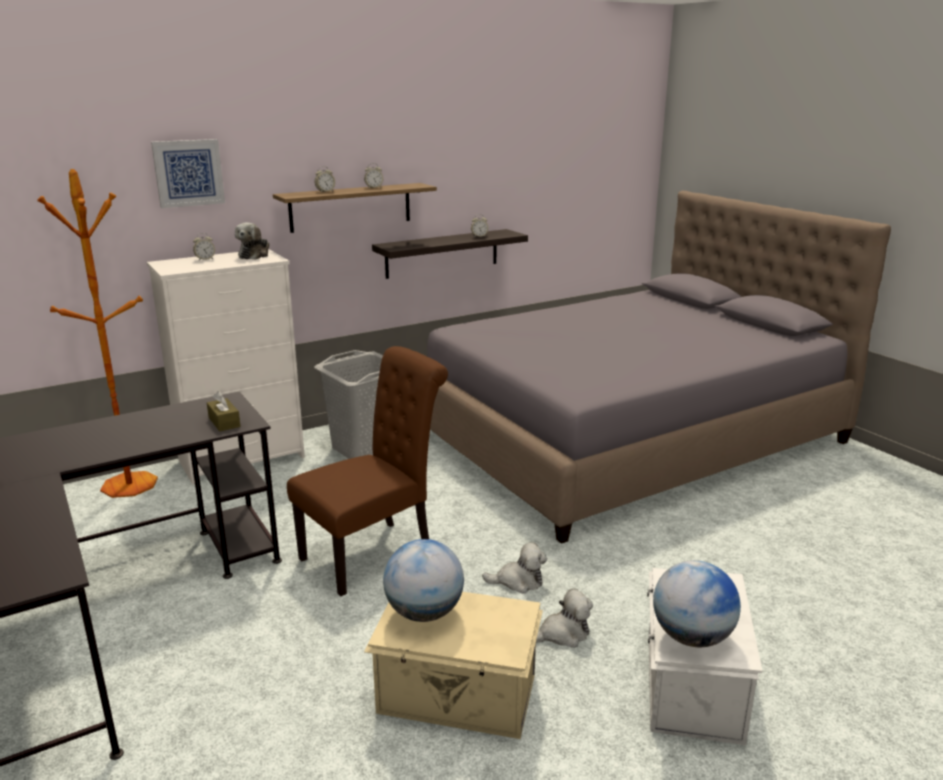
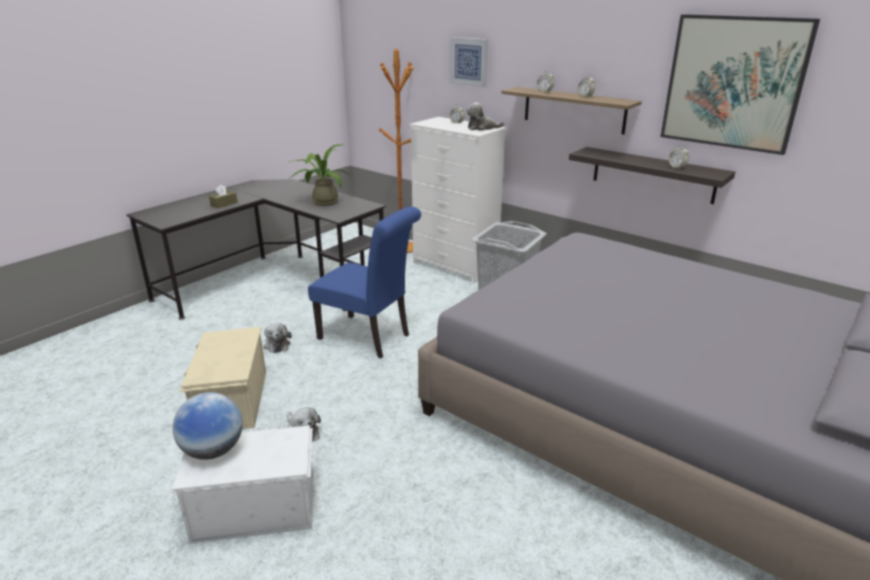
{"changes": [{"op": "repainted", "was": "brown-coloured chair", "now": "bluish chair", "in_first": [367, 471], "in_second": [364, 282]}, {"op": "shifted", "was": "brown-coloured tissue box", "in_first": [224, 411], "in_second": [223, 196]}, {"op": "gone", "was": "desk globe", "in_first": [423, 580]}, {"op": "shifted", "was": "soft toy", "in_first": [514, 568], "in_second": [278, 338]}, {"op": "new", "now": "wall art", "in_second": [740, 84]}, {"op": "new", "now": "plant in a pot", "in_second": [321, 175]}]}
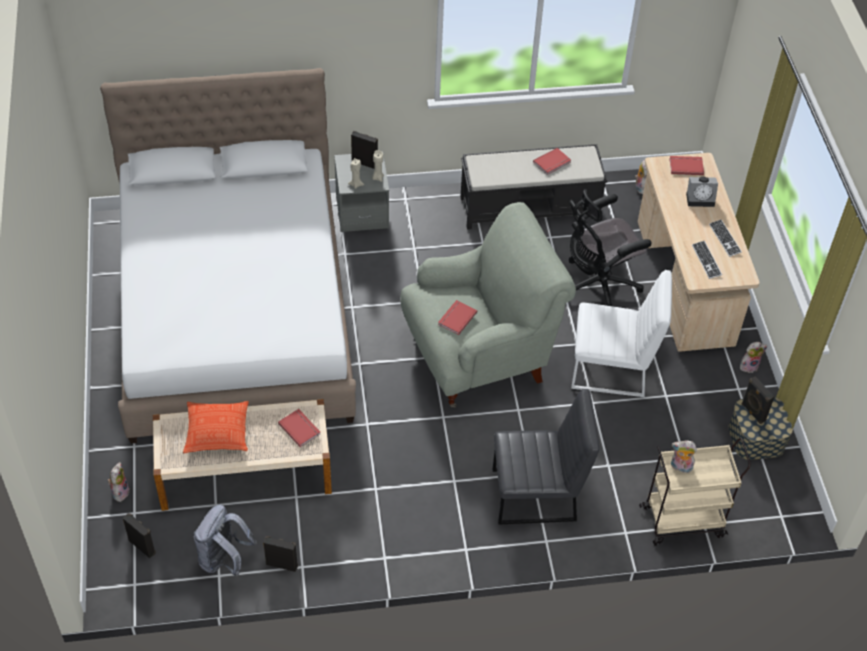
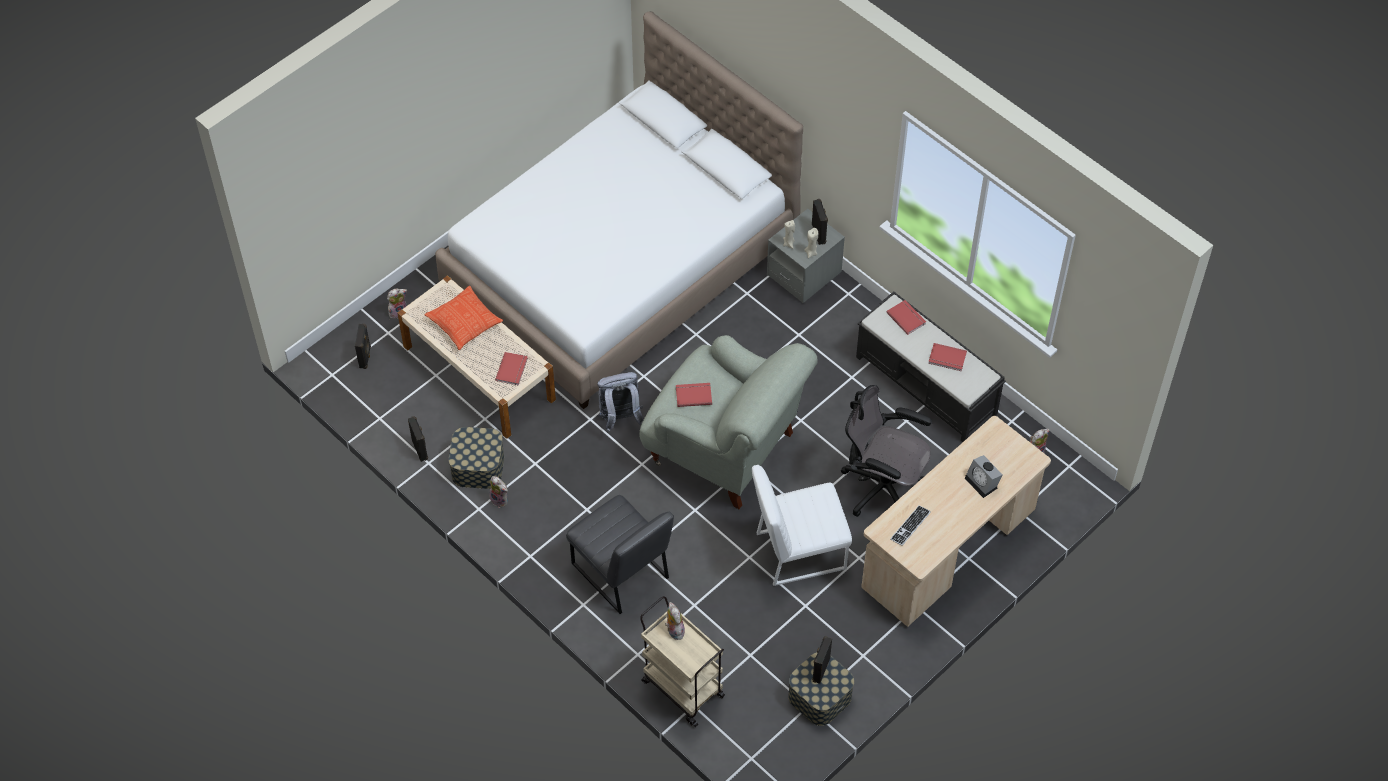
{"changes": [{"op": "shifted", "was": "red-coloured book", "in_first": [686, 165], "in_second": [906, 317]}, {"op": "gone", "was": "computer keyboard", "in_first": [725, 238]}, {"op": "rotated", "was": "white-coloured chair", "in_first": [621, 333], "in_second": [802, 525], "clockwise": 105}, {"op": "shifted", "was": "soft toy", "in_first": [754, 357], "in_second": [498, 492]}, {"op": "shifted", "was": "gray rucksack", "in_first": [225, 540], "in_second": [621, 402]}, {"op": "new", "now": "storage box", "in_second": [476, 458]}]}
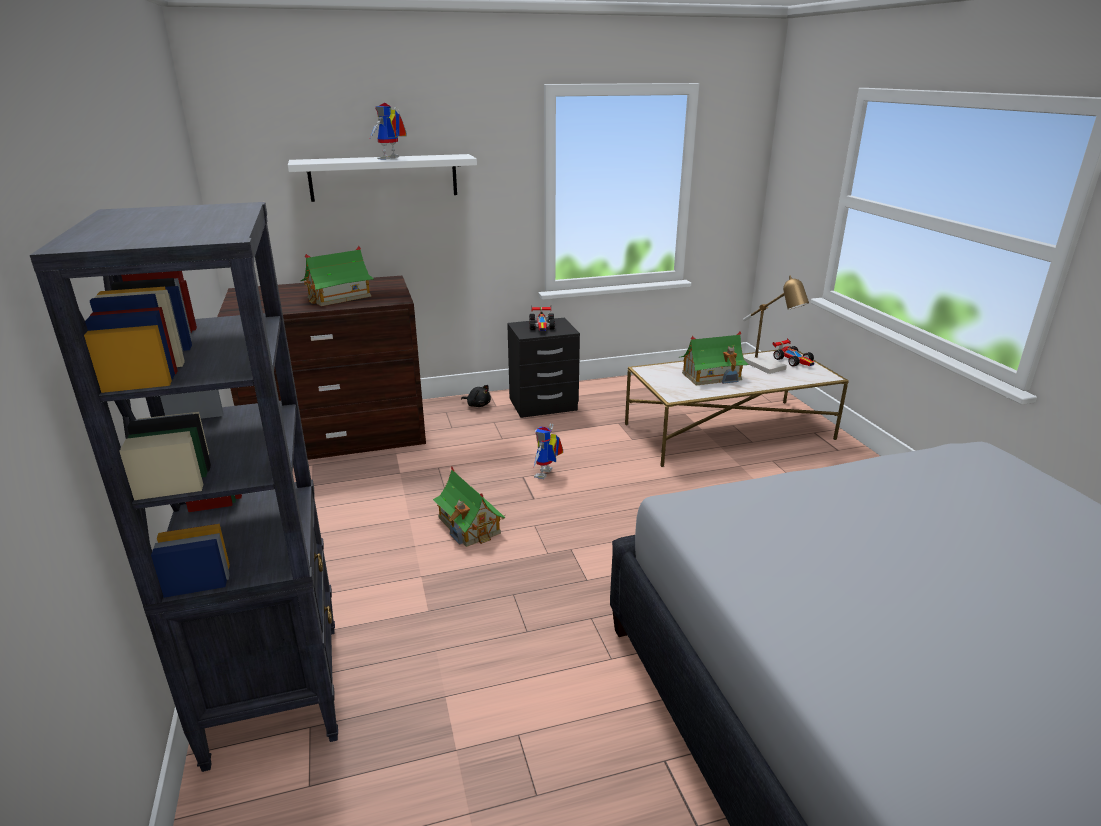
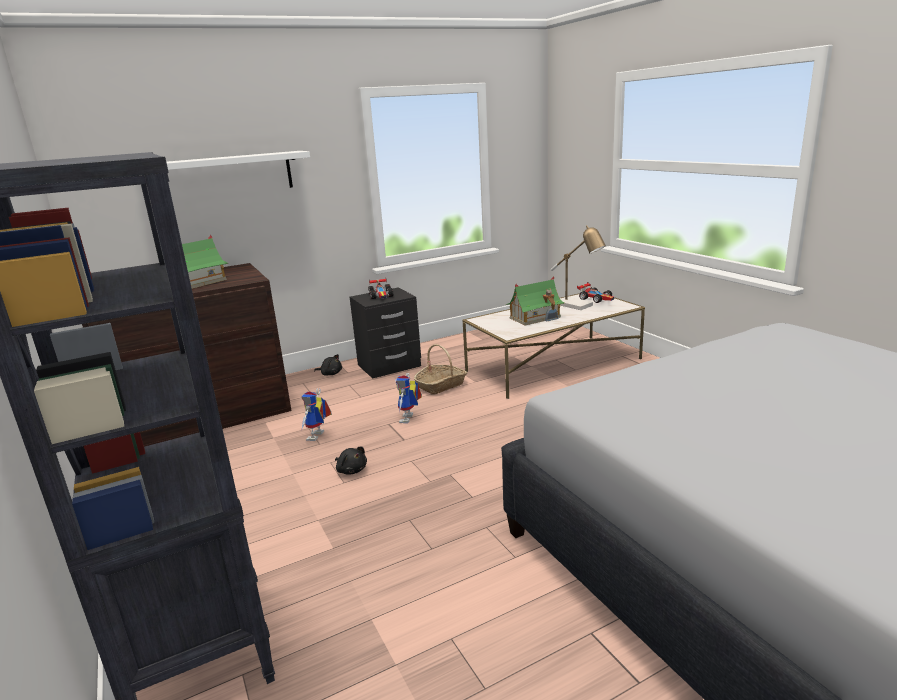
{"changes": [{"op": "shifted", "was": "toy robot", "in_first": [388, 131], "in_second": [316, 415]}, {"op": "swapped", "was": "model house", "now": "black-coloured soft toy", "in_first": [469, 507], "in_second": [351, 460]}, {"op": "new", "now": "basket", "in_second": [440, 369]}]}
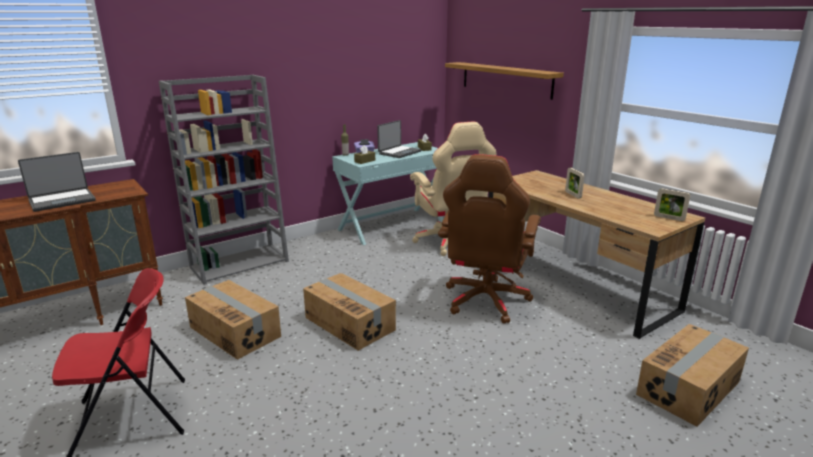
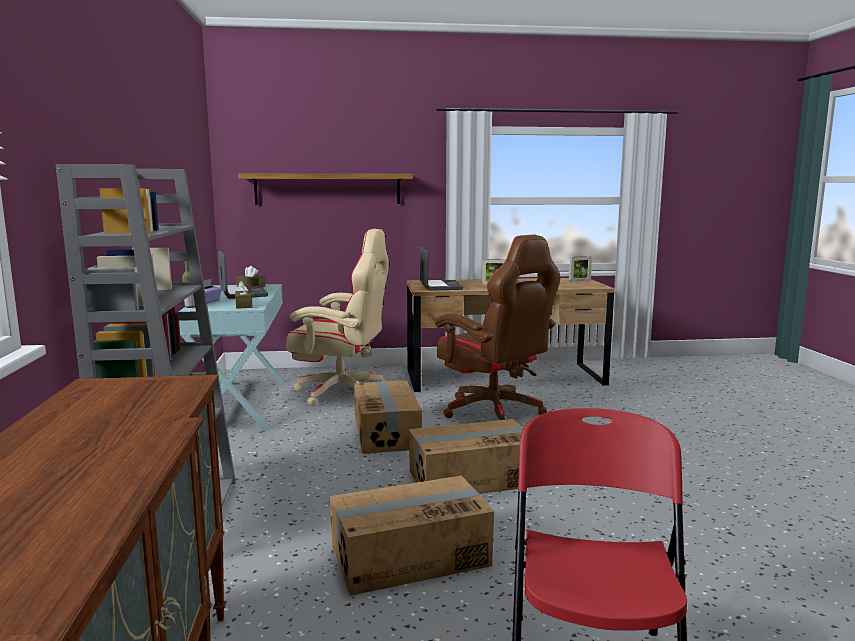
{"changes": [{"op": "shifted", "was": "notebook computer", "in_first": [57, 182], "in_second": [441, 269]}, {"op": "shifted", "was": "packing box", "in_first": [692, 375], "in_second": [388, 417]}]}
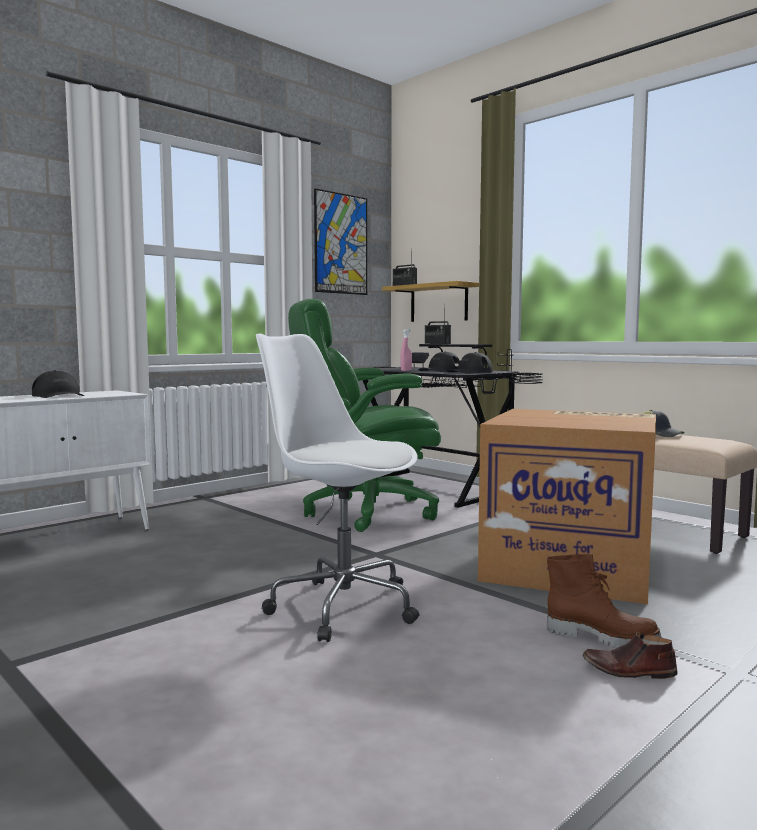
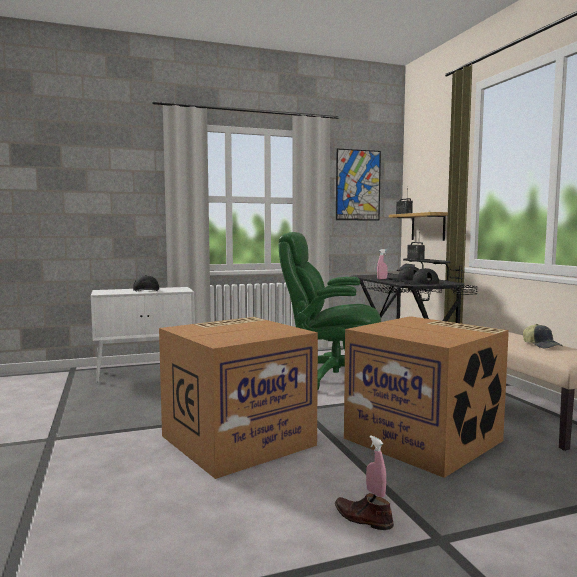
{"changes": [{"op": "swapped", "was": "white-coloured desk chair", "now": "packing box", "in_first": [337, 488], "in_second": [238, 398]}, {"op": "swapped", "was": "brown-coloured boot", "now": "pink-coloured sprayer", "in_first": [604, 600], "in_second": [376, 466]}]}
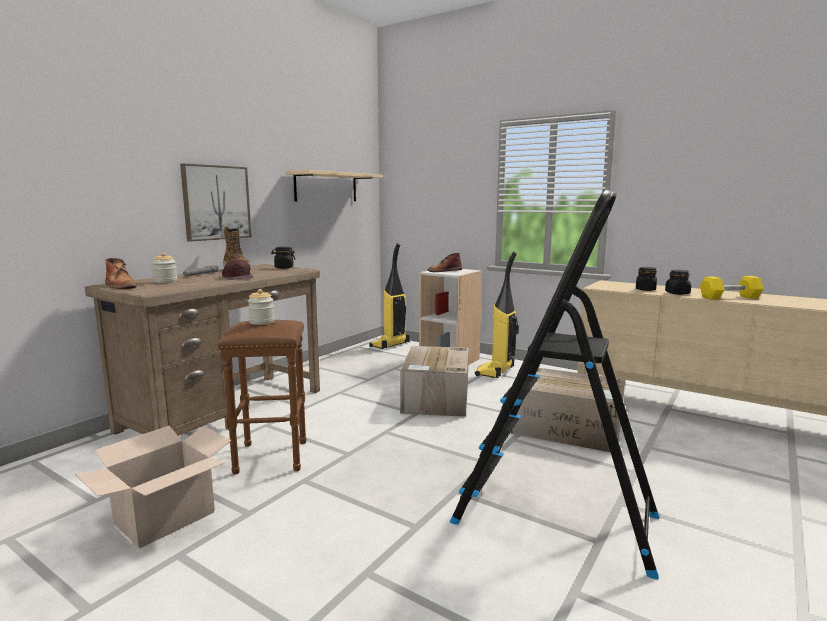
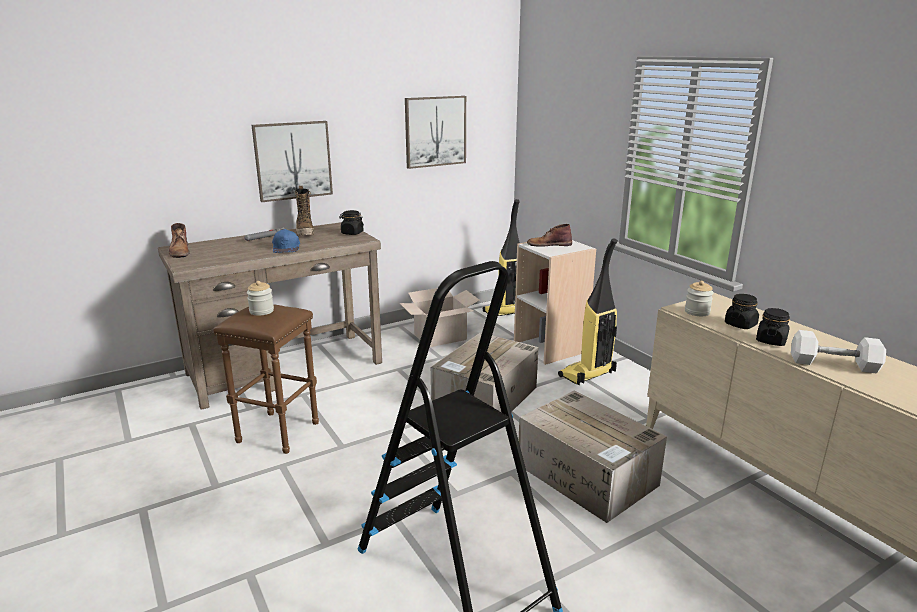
{"changes": [{"op": "swapped", "was": "beige-coloured bracket shelf", "now": "wall art", "in_first": [334, 186], "in_second": [435, 132]}, {"op": "shifted", "was": "jar", "in_first": [165, 267], "in_second": [699, 298]}, {"op": "repainted", "was": "brown-coloured baseball cap", "now": "bluish baseball cap", "in_first": [237, 269], "in_second": [286, 241]}, {"op": "repainted", "was": "yellow-coloured hand weight", "now": "white-coloured hand weight", "in_first": [732, 288], "in_second": [838, 352]}, {"op": "shifted", "was": "packing box", "in_first": [153, 487], "in_second": [440, 317]}]}
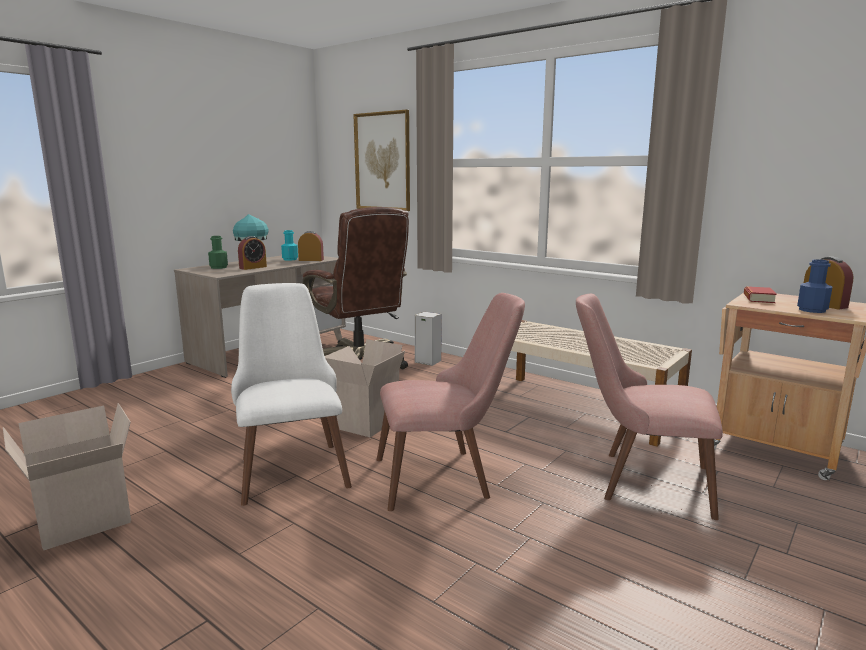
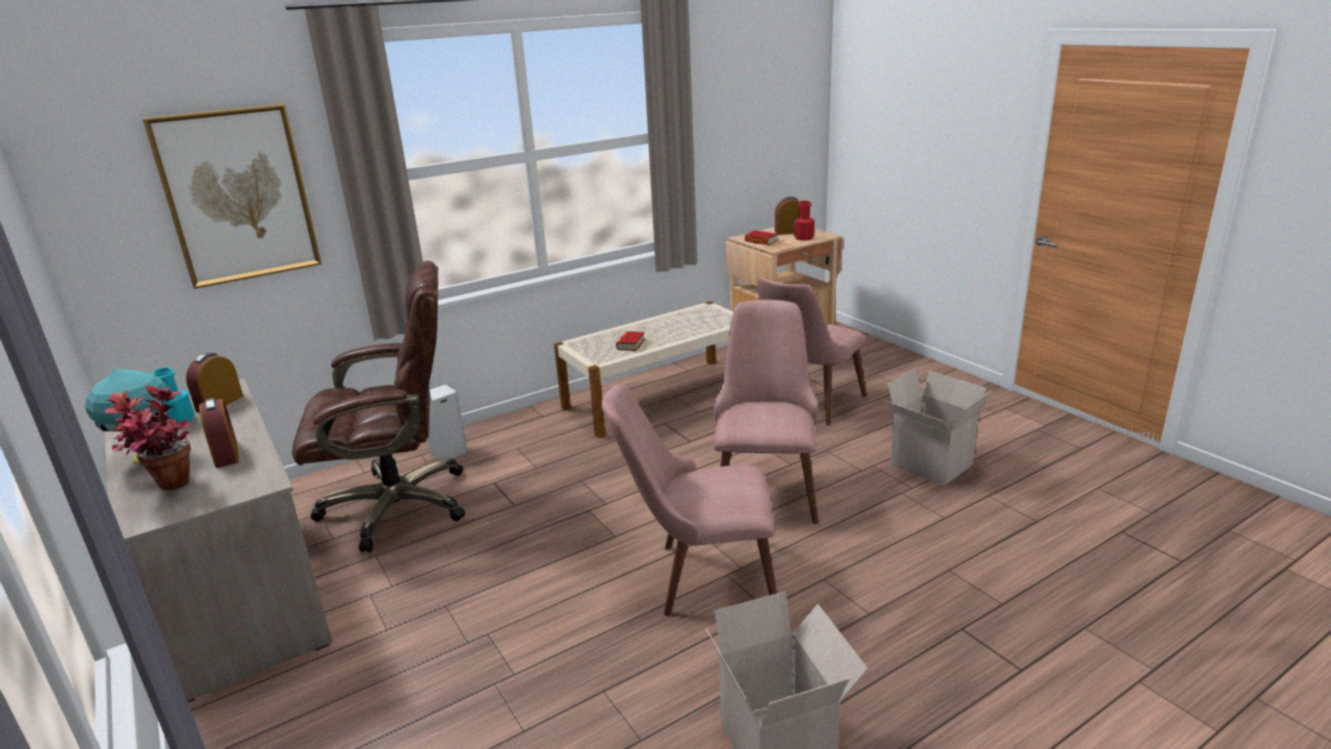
{"changes": [{"op": "swapped", "was": "greenish beverage bottle", "now": "plant in a pot", "in_first": [218, 252], "in_second": [147, 437]}, {"op": "repainted", "was": "bluish beverage bottle", "now": "red-coloured beverage bottle", "in_first": [814, 286], "in_second": [804, 221]}, {"op": "repainted", "was": "white-coloured chair", "now": "pink-coloured chair", "in_first": [291, 394], "in_second": [689, 500]}, {"op": "shifted", "was": "packing box", "in_first": [365, 388], "in_second": [938, 427]}, {"op": "new", "now": "book", "in_second": [630, 341]}]}
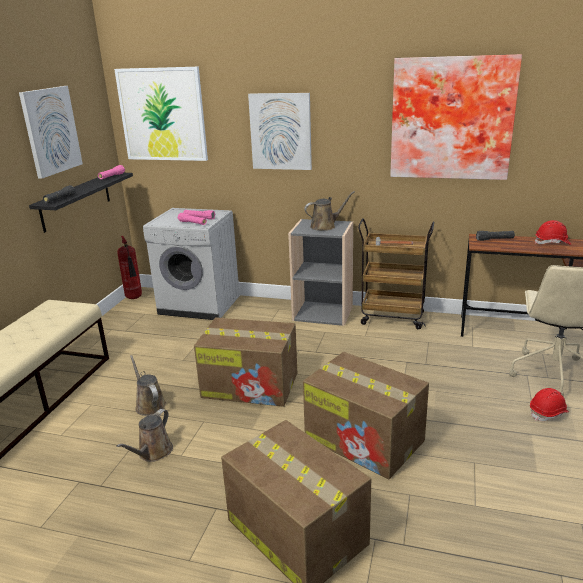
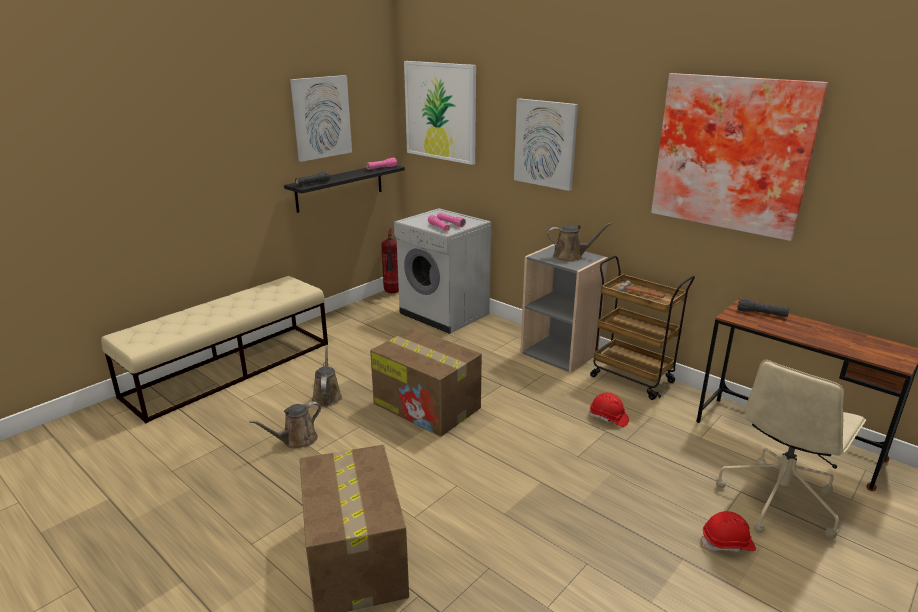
{"changes": [{"op": "shifted", "was": "red-coloured hard hat", "in_first": [553, 232], "in_second": [609, 409]}, {"op": "gone", "was": "packing box", "in_first": [366, 415]}]}
